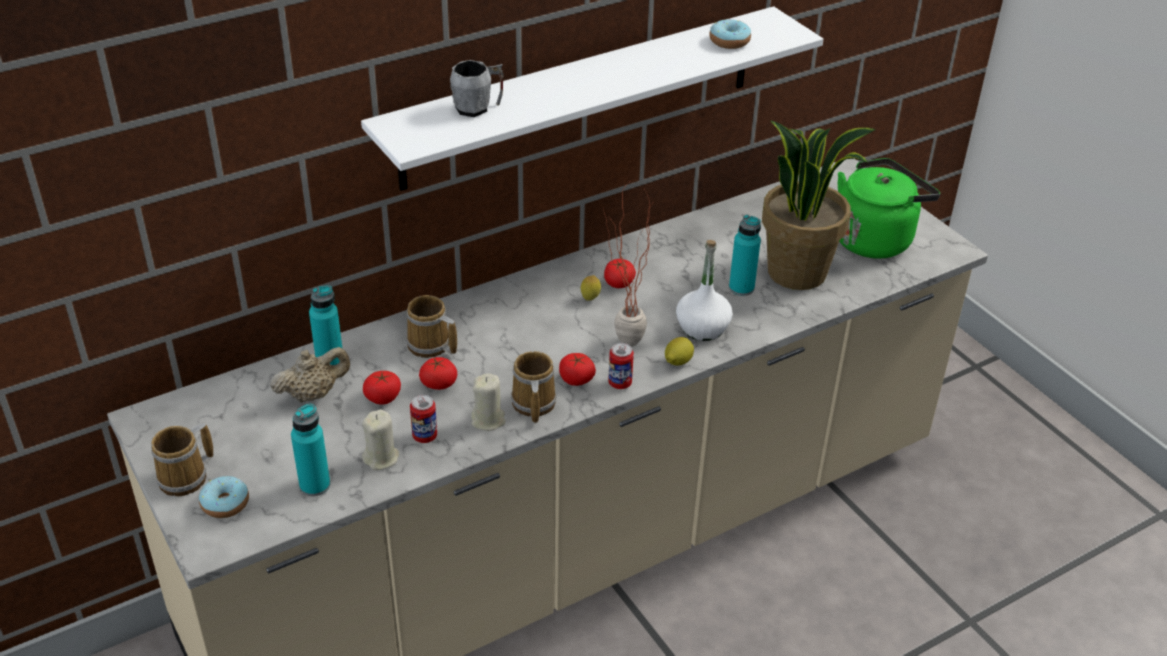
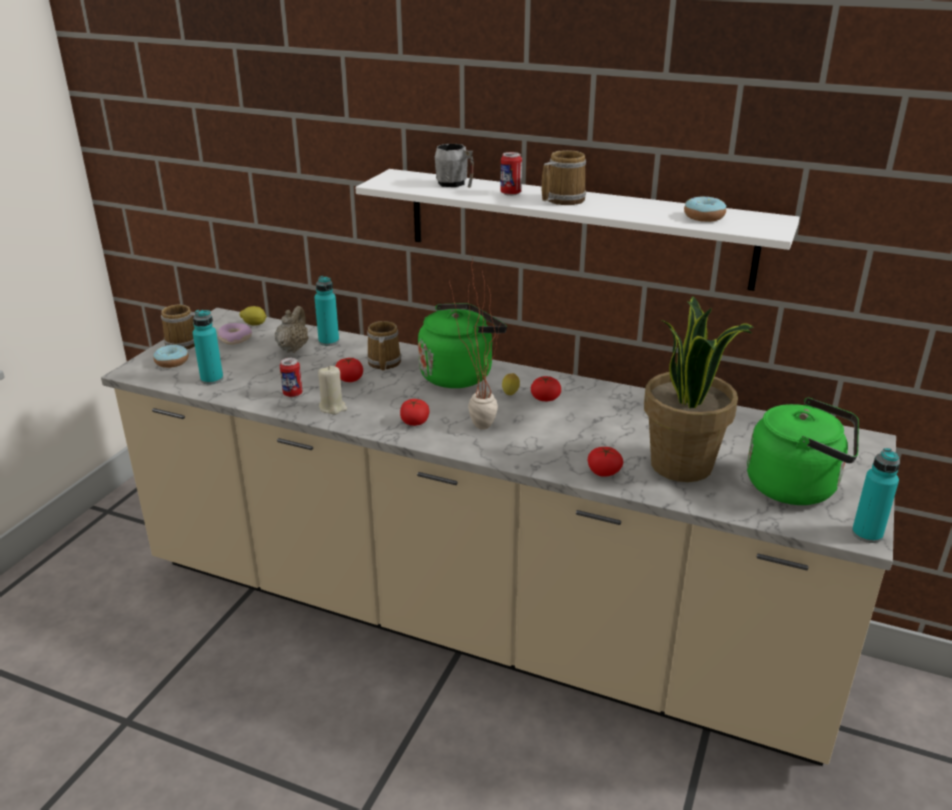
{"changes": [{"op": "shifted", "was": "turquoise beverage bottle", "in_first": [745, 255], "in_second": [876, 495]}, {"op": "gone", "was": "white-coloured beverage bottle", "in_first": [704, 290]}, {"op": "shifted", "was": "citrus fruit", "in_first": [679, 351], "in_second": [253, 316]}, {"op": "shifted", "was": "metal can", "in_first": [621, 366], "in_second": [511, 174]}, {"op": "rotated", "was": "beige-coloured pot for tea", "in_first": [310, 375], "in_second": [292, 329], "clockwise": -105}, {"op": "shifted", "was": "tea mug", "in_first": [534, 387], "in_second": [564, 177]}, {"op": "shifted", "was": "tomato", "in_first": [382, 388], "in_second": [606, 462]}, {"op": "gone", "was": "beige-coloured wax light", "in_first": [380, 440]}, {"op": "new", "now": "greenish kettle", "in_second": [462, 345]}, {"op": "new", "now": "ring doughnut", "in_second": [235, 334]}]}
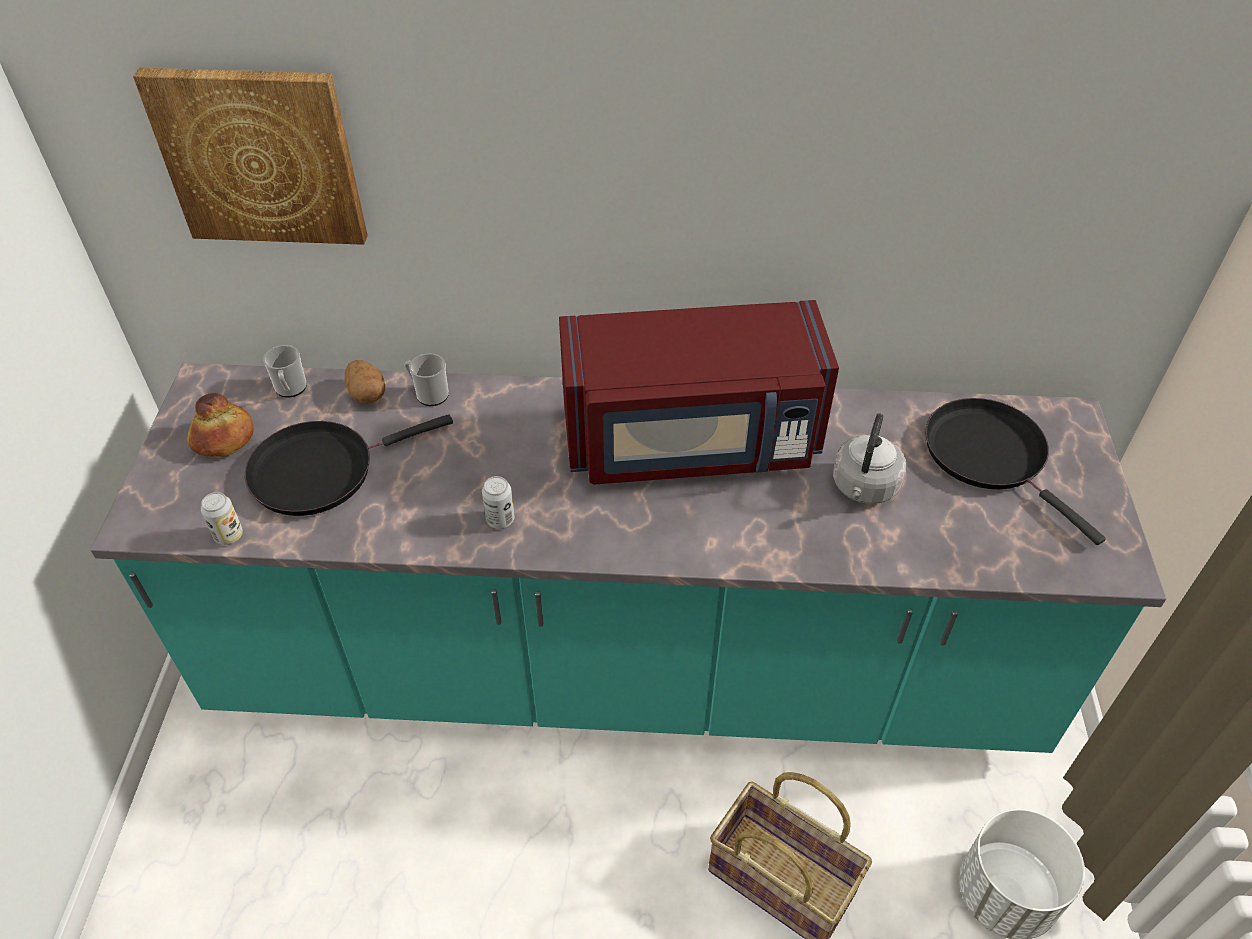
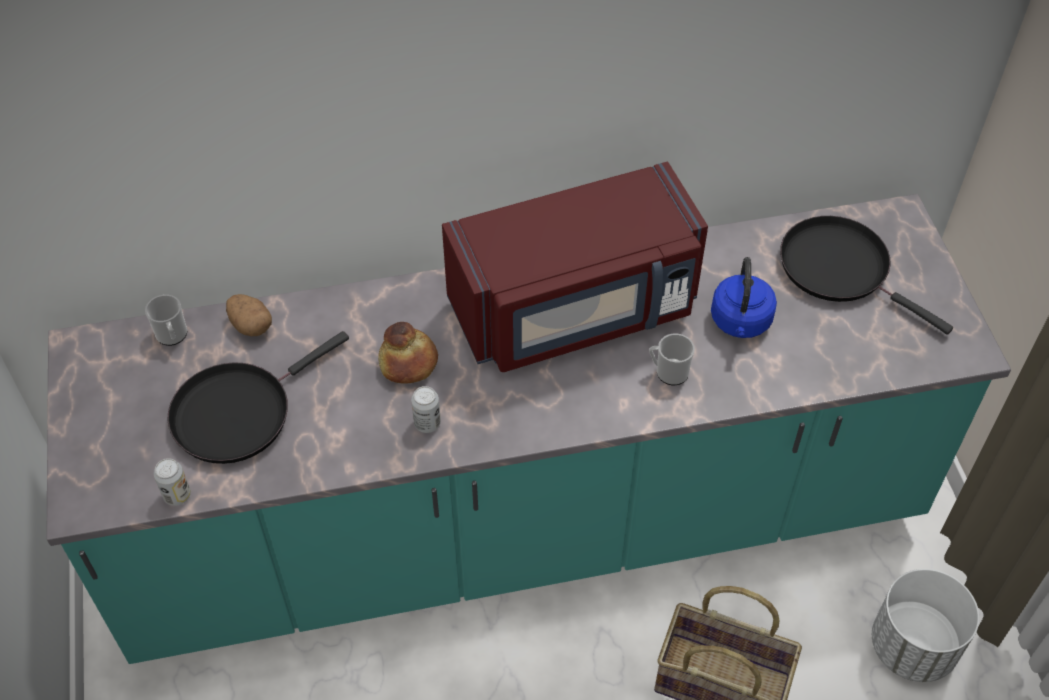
{"changes": [{"op": "gone", "was": "wall art", "in_first": [250, 156]}, {"op": "shifted", "was": "tea mug", "in_first": [427, 379], "in_second": [672, 359]}, {"op": "shifted", "was": "baked bread", "in_first": [221, 425], "in_second": [408, 353]}, {"op": "repainted", "was": "gray kettle", "now": "bluish kettle", "in_first": [869, 458], "in_second": [744, 297]}]}
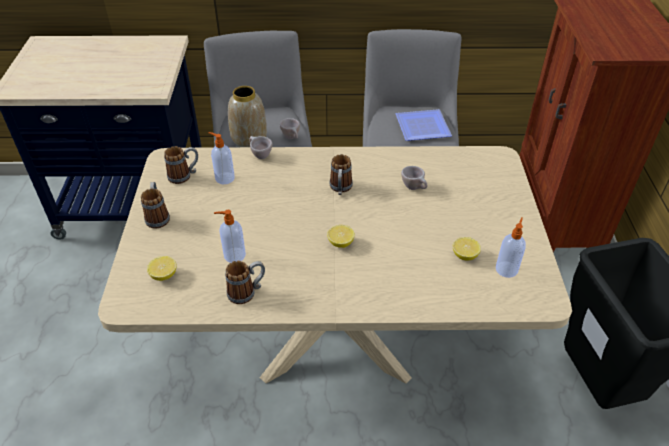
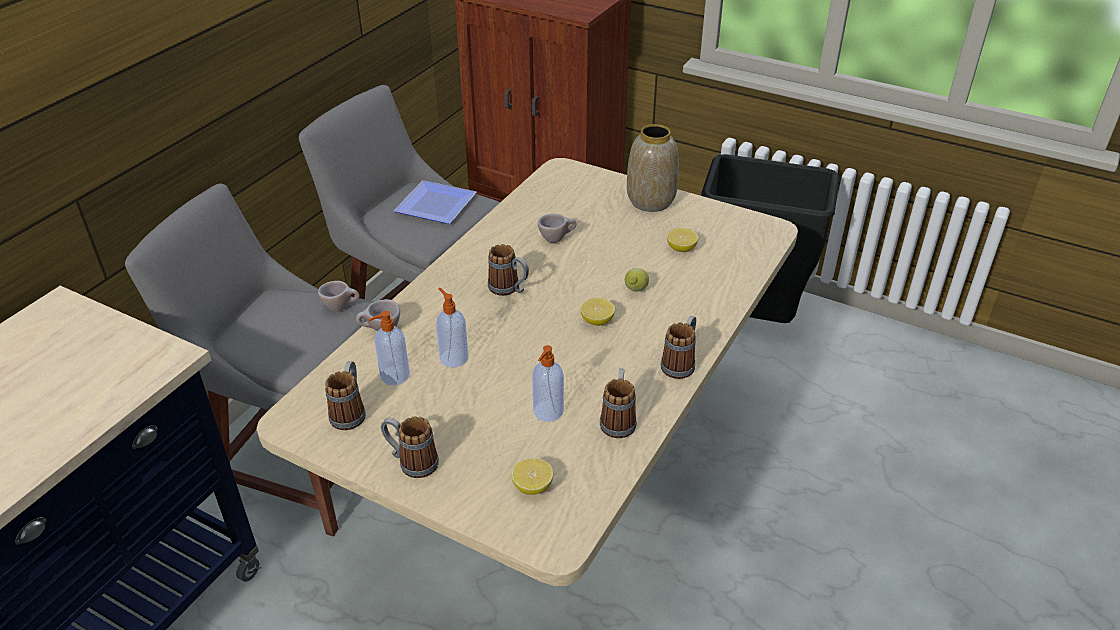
{"changes": [{"op": "shifted", "was": "flower vase", "in_first": [247, 116], "in_second": [653, 168]}, {"op": "shifted", "was": "soap dispenser", "in_first": [511, 247], "in_second": [452, 327]}, {"op": "new", "now": "citrus fruit", "in_second": [637, 280]}, {"op": "new", "now": "tea mug", "in_second": [678, 347]}]}
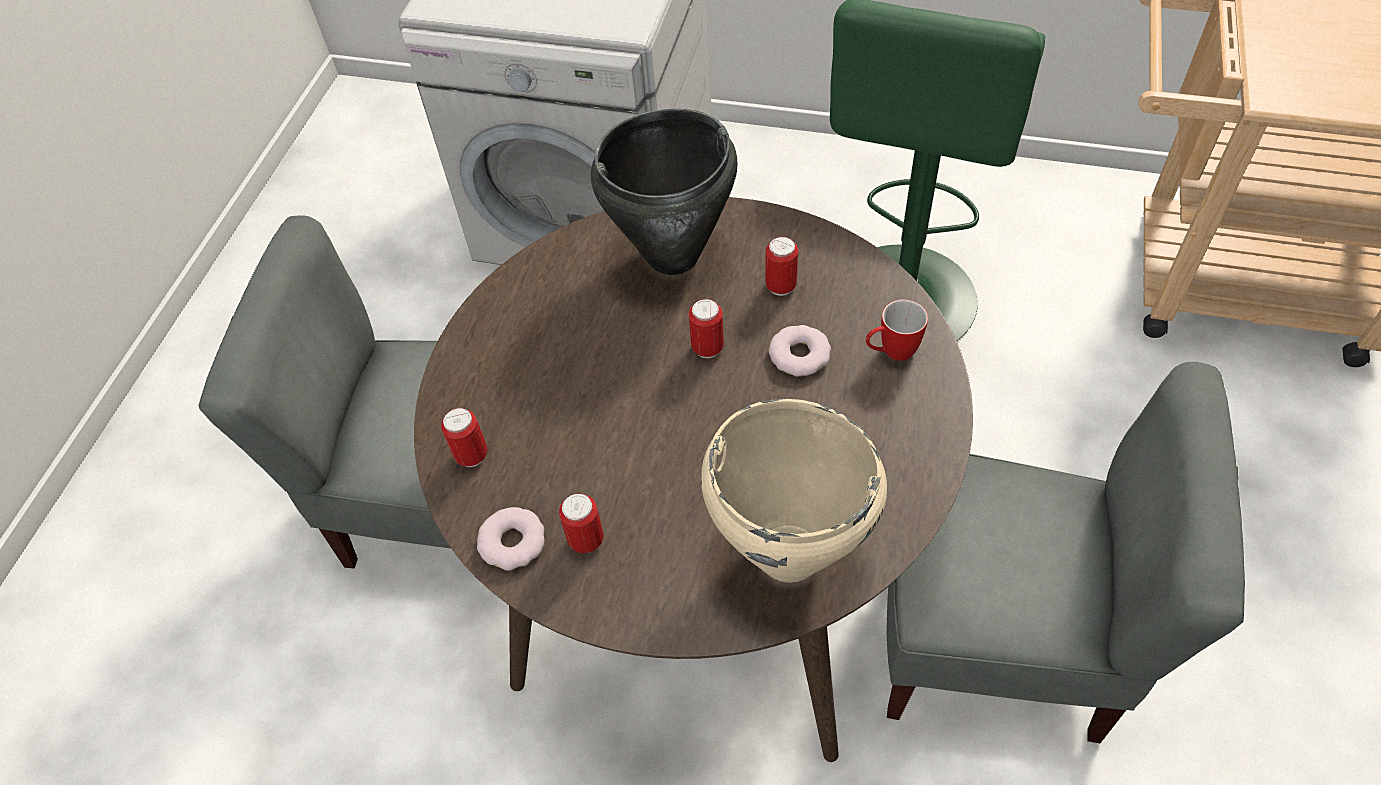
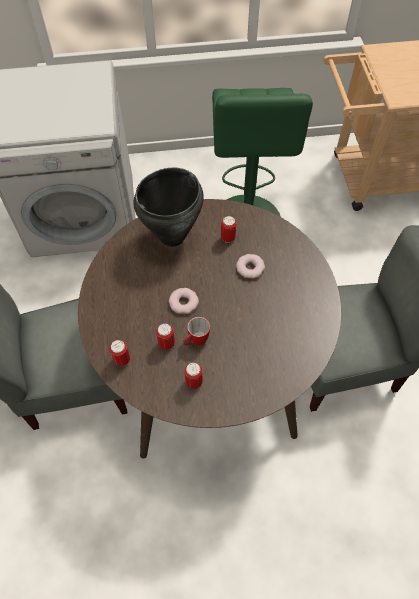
{"changes": [{"op": "shifted", "was": "metal can", "in_first": [706, 328], "in_second": [165, 336]}, {"op": "shifted", "was": "tea mug", "in_first": [897, 330], "in_second": [196, 331]}, {"op": "gone", "was": "beige-coloured stockpot", "in_first": [794, 490]}, {"op": "shifted", "was": "ring doughnut", "in_first": [511, 539], "in_second": [184, 301]}]}
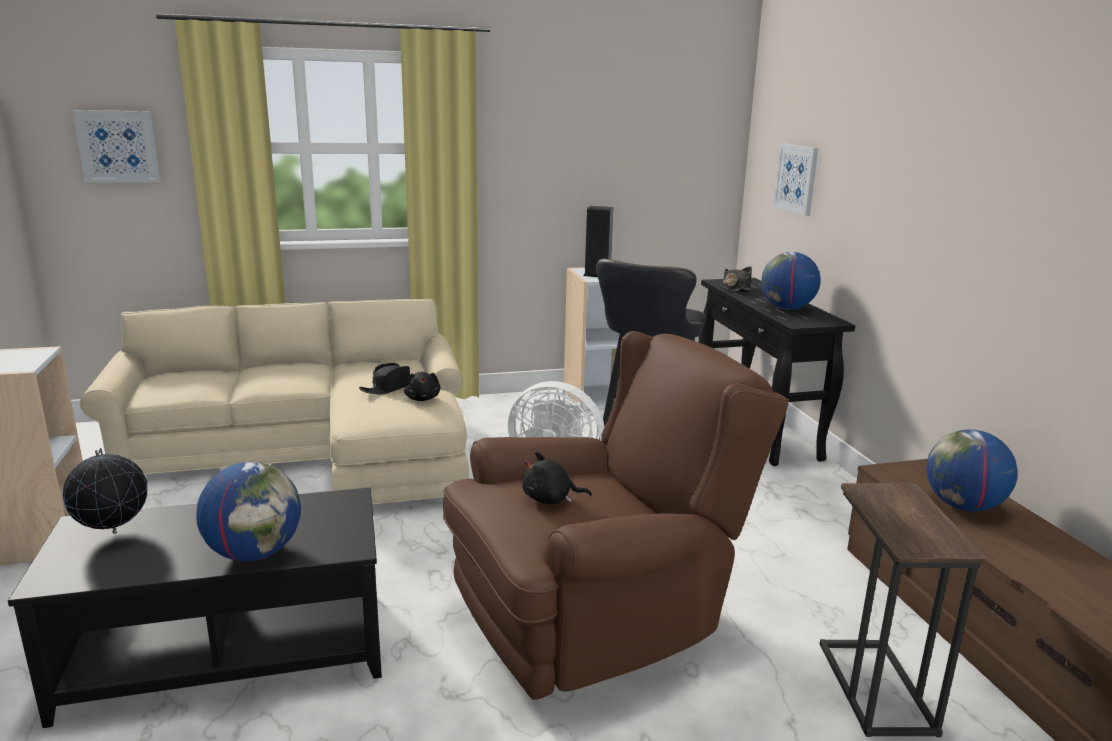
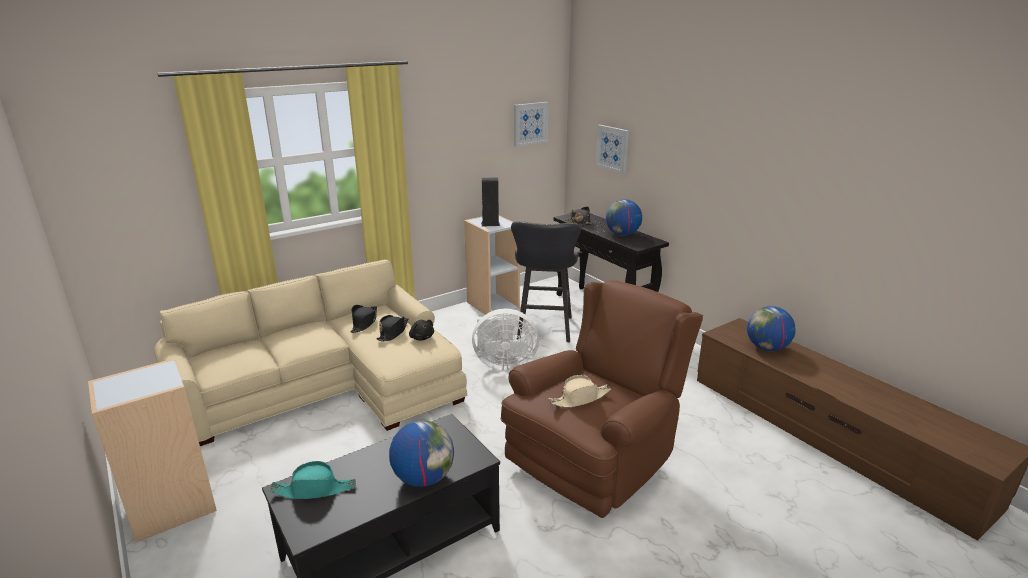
{"changes": [{"op": "shifted", "was": "wall art", "in_first": [117, 146], "in_second": [531, 124]}, {"op": "swapped", "was": "desk globe", "now": "turquoise wearable hat", "in_first": [105, 491], "in_second": [313, 480]}, {"op": "swapped", "was": "black-coloured soft toy", "now": "beige-coloured wearable hat", "in_first": [557, 478], "in_second": [579, 391]}, {"op": "gone", "was": "brown-coloured side table", "in_first": [903, 610]}, {"op": "new", "now": "black-coloured wearable hat", "in_second": [364, 319]}]}
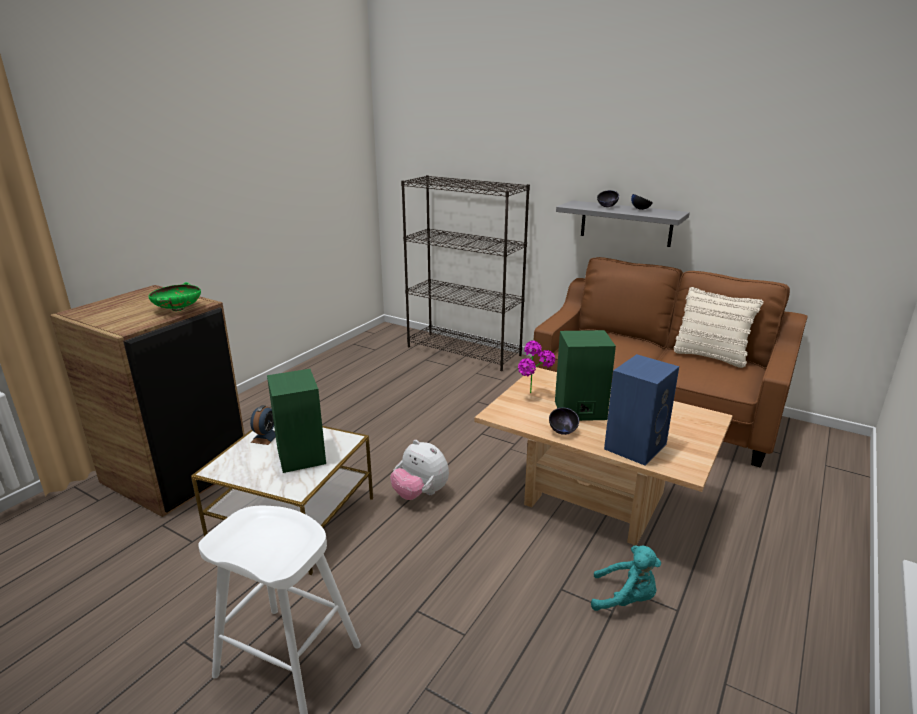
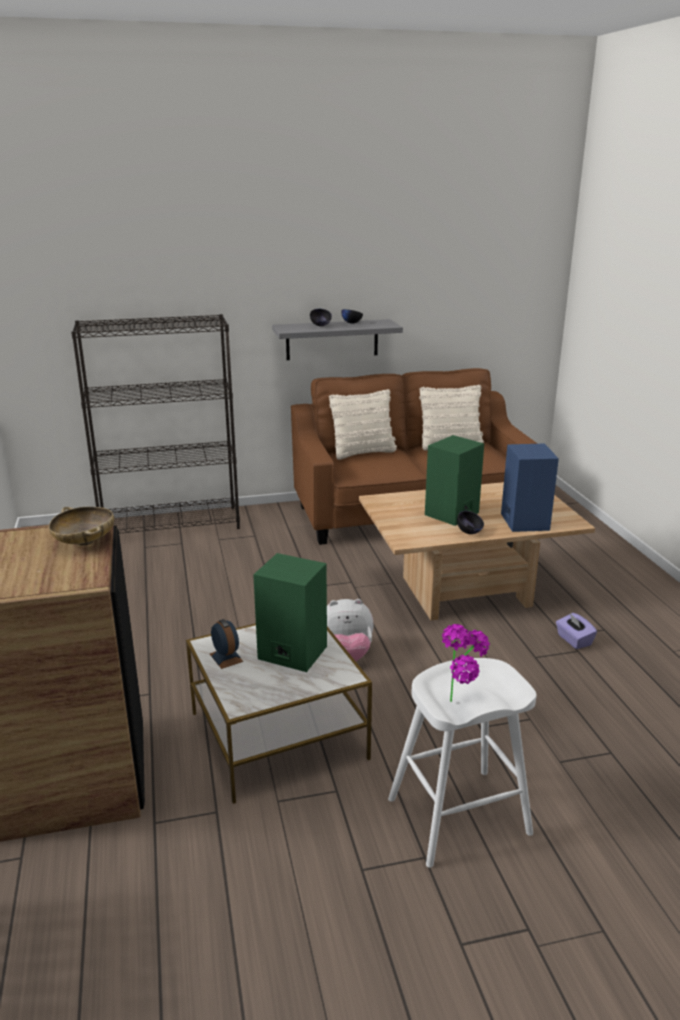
{"changes": [{"op": "repainted", "was": "greenish deep dish", "now": "beige-coloured deep dish", "in_first": [174, 296], "in_second": [81, 526]}, {"op": "shifted", "was": "plant in a pot", "in_first": [537, 366], "in_second": [466, 663]}, {"op": "swapped", "was": "turquoise soft toy", "now": "purplish tissue box", "in_first": [626, 578], "in_second": [576, 631]}, {"op": "new", "now": "beige-coloured cushion", "in_second": [363, 424]}]}
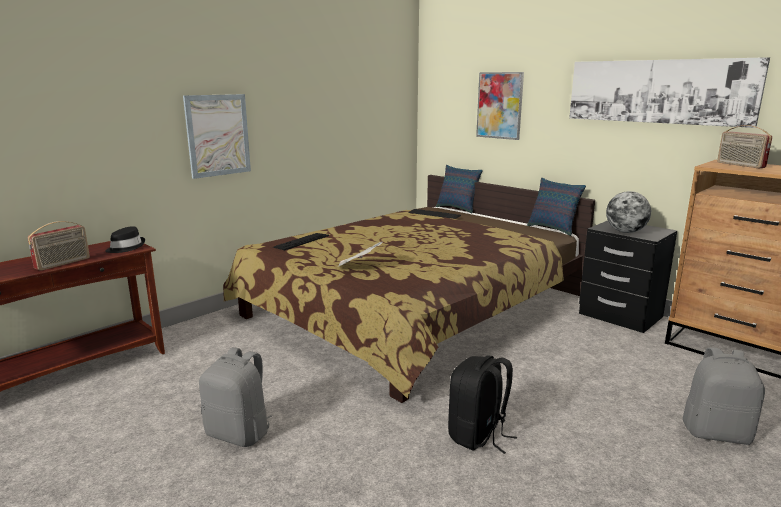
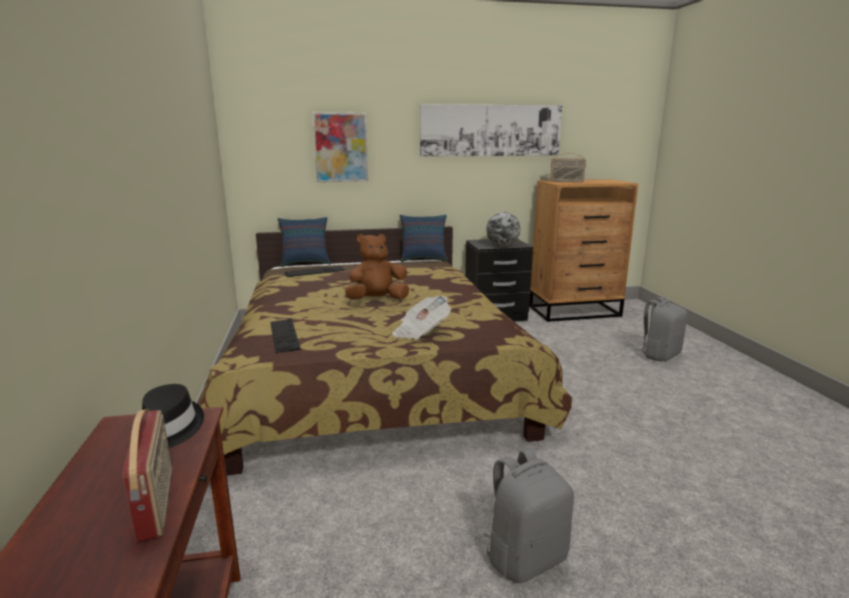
{"changes": [{"op": "gone", "was": "wall art", "in_first": [217, 136]}, {"op": "gone", "was": "black-coloured rucksack", "in_first": [482, 404]}, {"op": "new", "now": "brown-coloured soft toy", "in_second": [377, 266]}]}
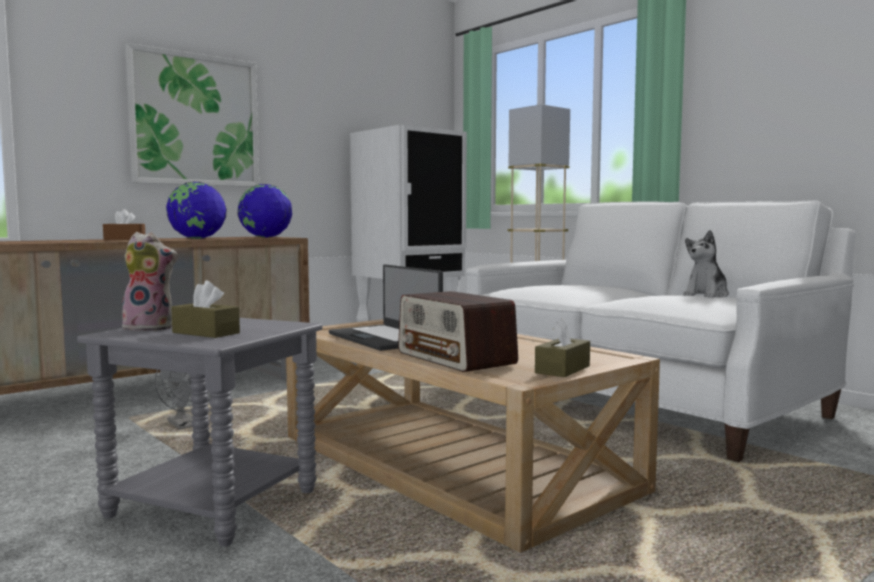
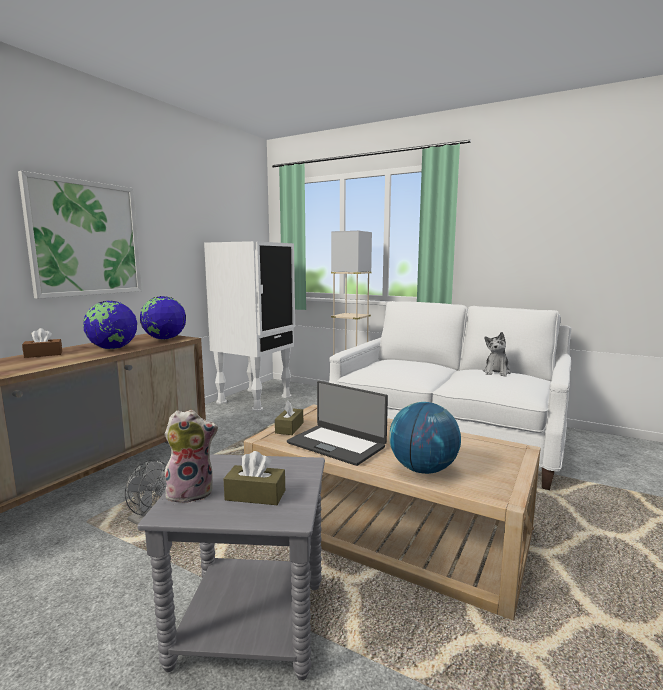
{"changes": [{"op": "swapped", "was": "radio receiver", "now": "desk globe", "in_first": [458, 331], "in_second": [425, 438]}, {"op": "shifted", "was": "brown-coloured tissue box", "in_first": [562, 347], "in_second": [289, 417]}]}
